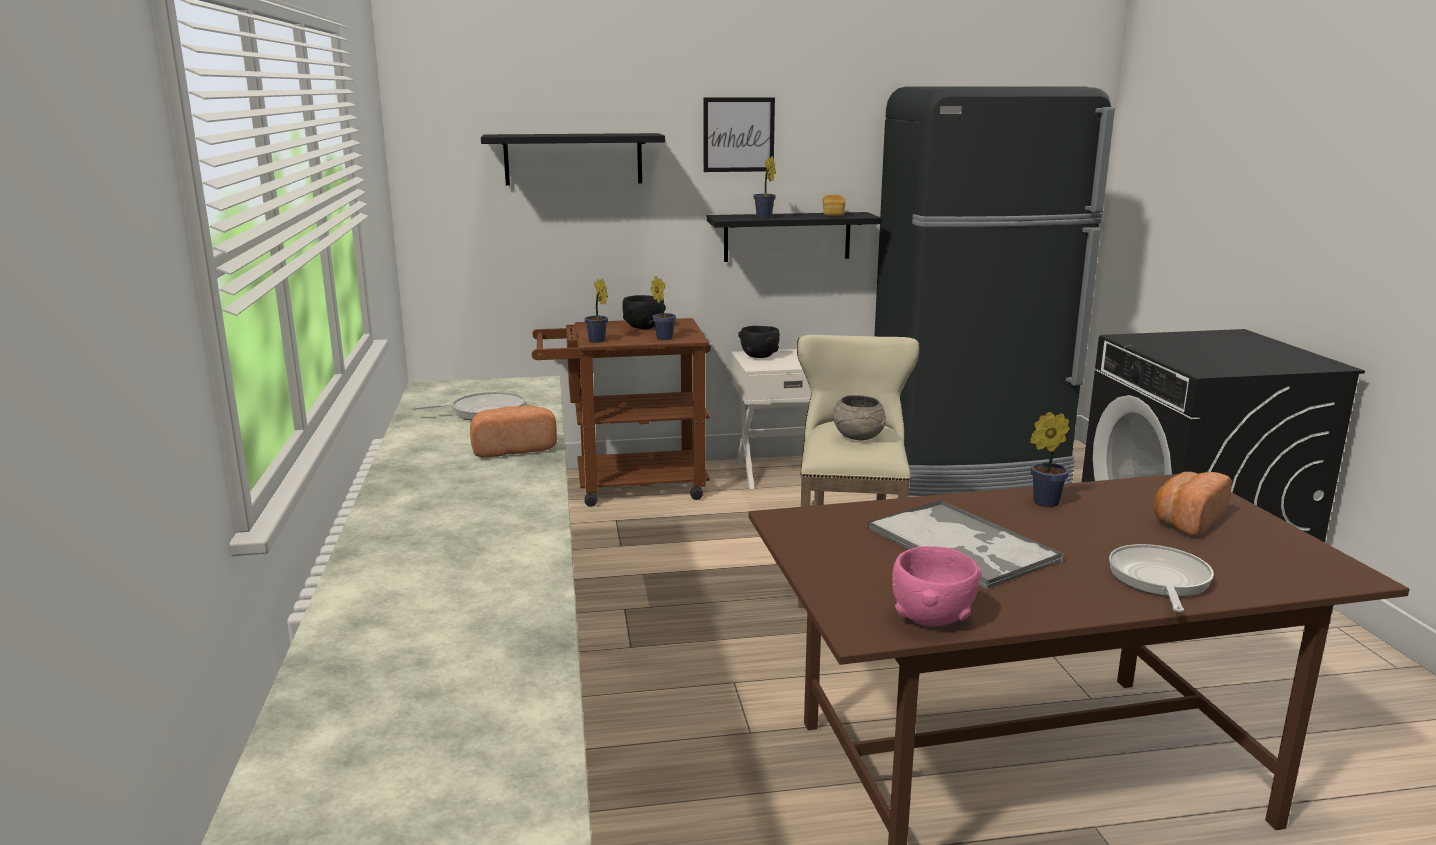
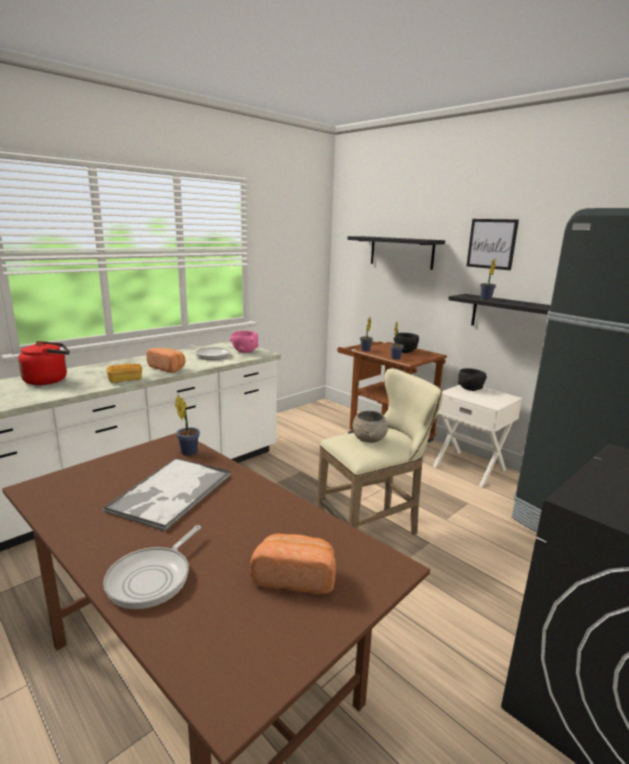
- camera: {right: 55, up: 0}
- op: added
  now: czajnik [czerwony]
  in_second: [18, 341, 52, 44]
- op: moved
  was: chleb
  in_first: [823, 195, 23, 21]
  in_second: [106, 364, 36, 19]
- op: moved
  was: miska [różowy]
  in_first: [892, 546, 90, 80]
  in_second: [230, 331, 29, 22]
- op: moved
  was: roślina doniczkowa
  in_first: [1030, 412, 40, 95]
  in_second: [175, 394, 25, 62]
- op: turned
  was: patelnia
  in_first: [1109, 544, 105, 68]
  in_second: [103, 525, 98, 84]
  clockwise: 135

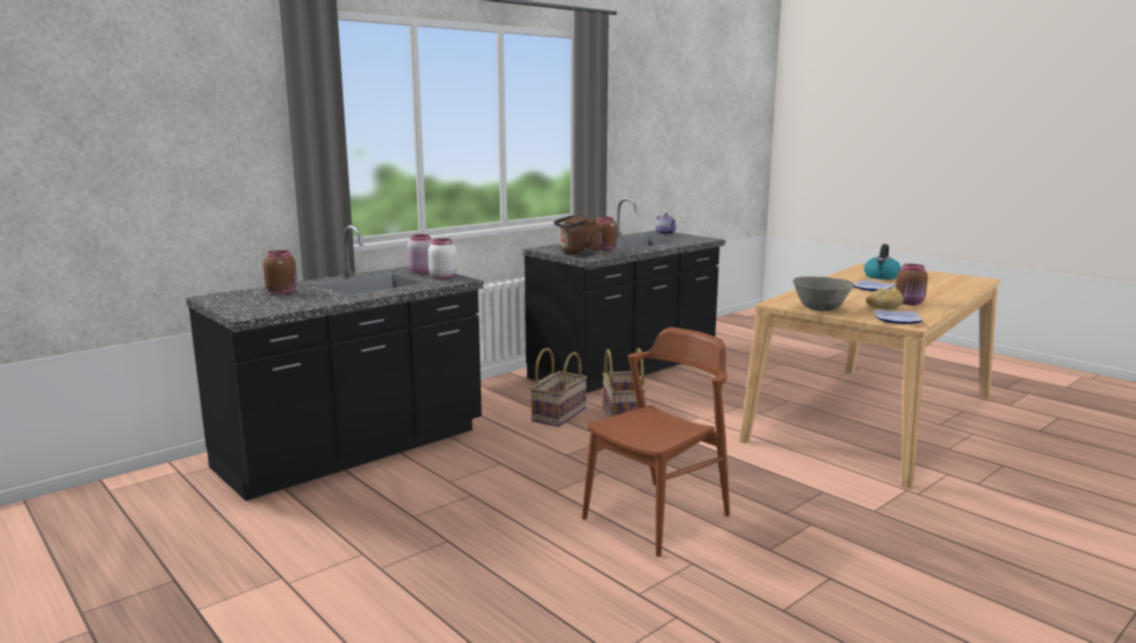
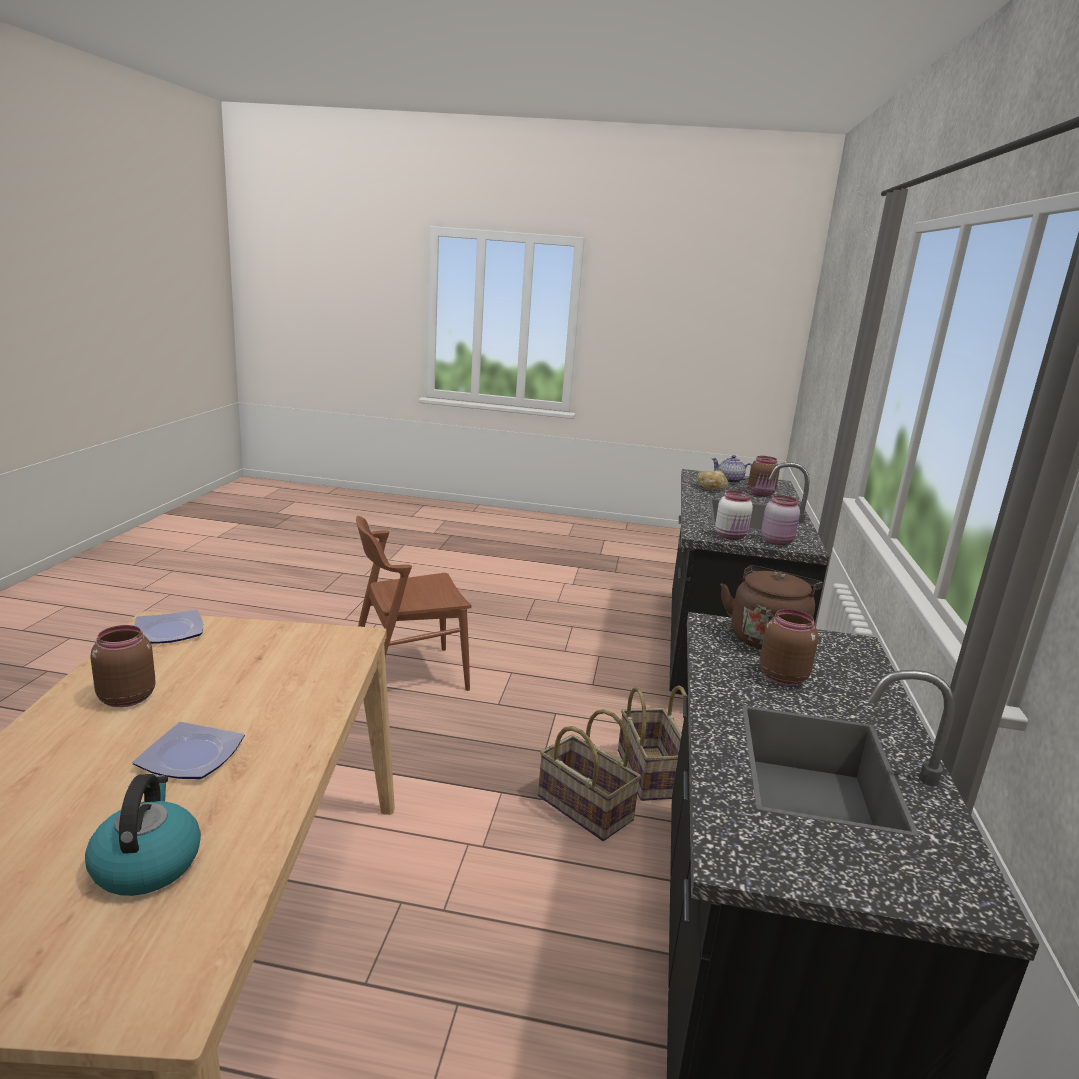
- camera: {right: 140, up: 5}
- op: removed
  was: miska [szary]
  in_first: [793, 276, 61, 35]
- op: moved
  was: imbryk
  in_first: [655, 213, 21, 22]
  in_second: [711, 455, 41, 29]
- op: moved
  was: chleb
  in_first: [866, 288, 37, 22]
  in_second: [697, 470, 31, 20]
- op: turned
  was: krzesło [brązowy]
  in_first: [582, 327, 148, 230]
  in_second: [356, 516, 115, 175]
  clockwise: 60

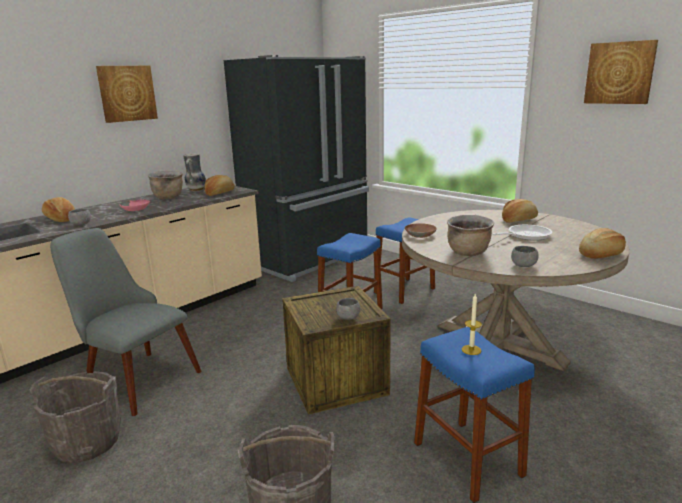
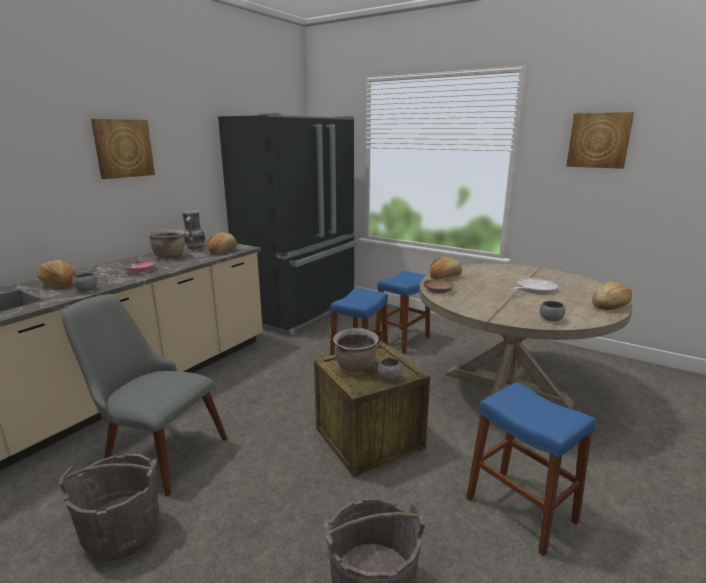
- camera: {right: -10, up: 0}
- op: removed
  was: świeca
  in_first: [462, 294, 20, 61]
- op: moved
  was: garnek [brązowy]
  in_first: [447, 215, 47, 41]
  in_second: [333, 328, 46, 44]
- op: moved
  was: chleb
  in_first: [502, 199, 36, 23]
  in_second: [430, 257, 32, 22]

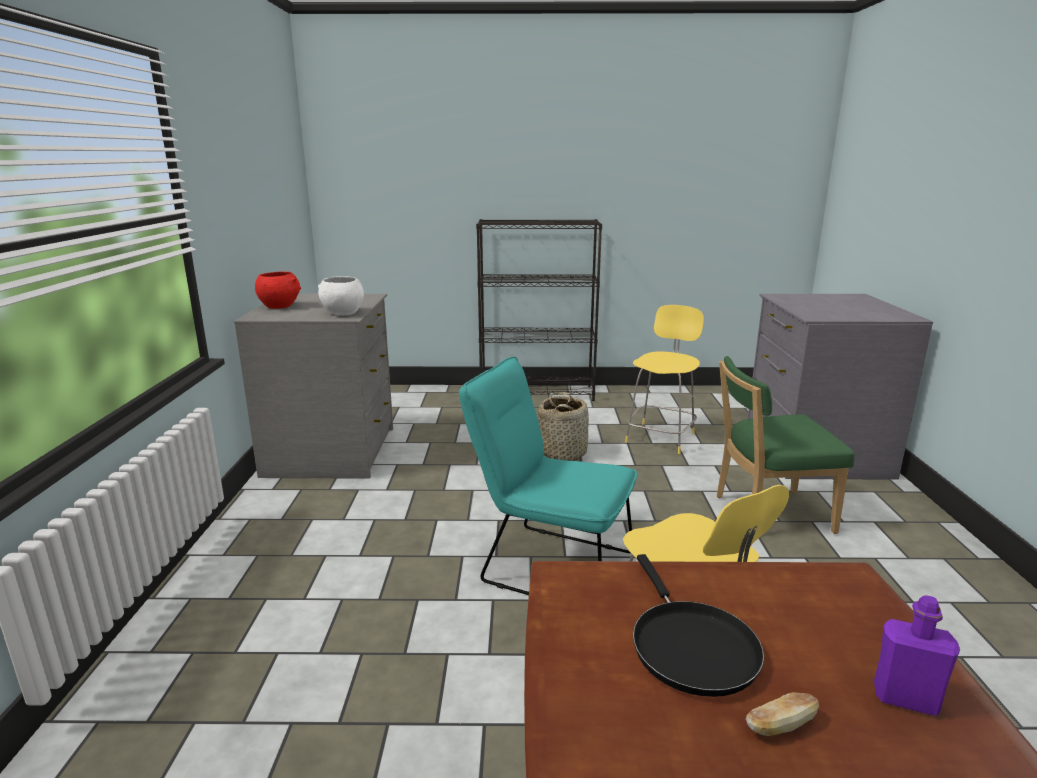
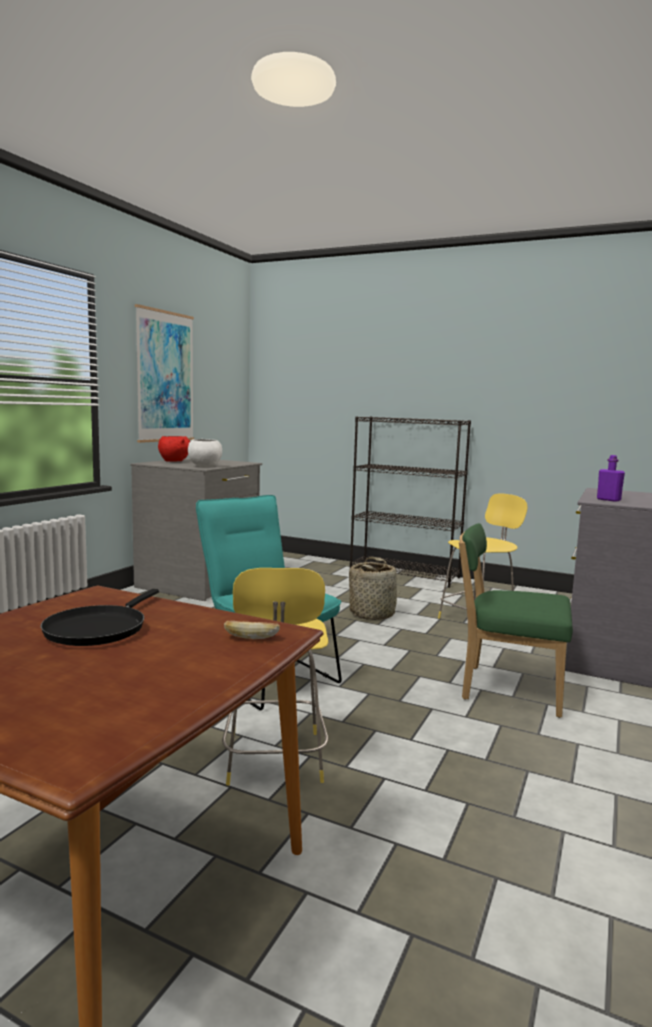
- camera: {right: 25, up: -10}
- op: added
  now: obraz
  in_second: [135, 304, 59, 139]
- op: moved
  was: chleb
  in_first: [746, 692, 73, 44]
  in_second: [224, 621, 56, 18]
- op: moved
  was: butelka [fioletowy]
  in_first: [874, 595, 86, 121]
  in_second: [597, 455, 28, 47]

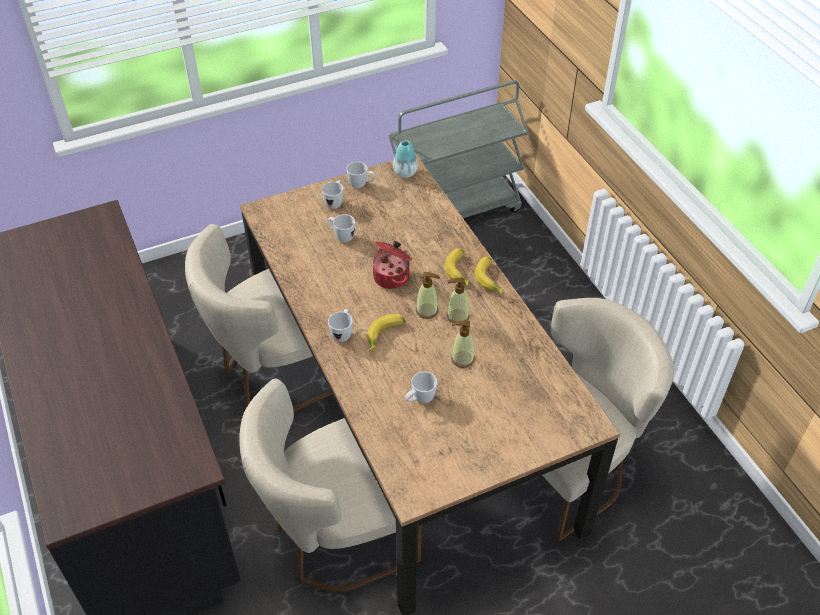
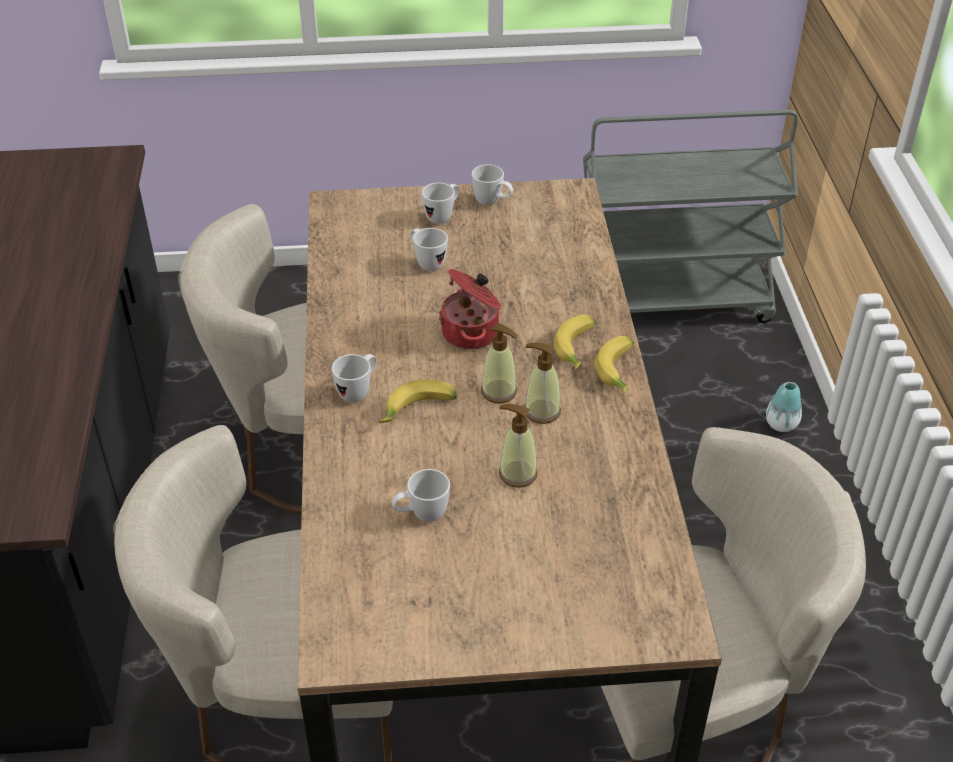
- camera: {right: 20, up: -5}
- op: moved
  was: wazon
  in_first: [393, 140, 25, 38]
  in_second: [766, 382, 36, 50]

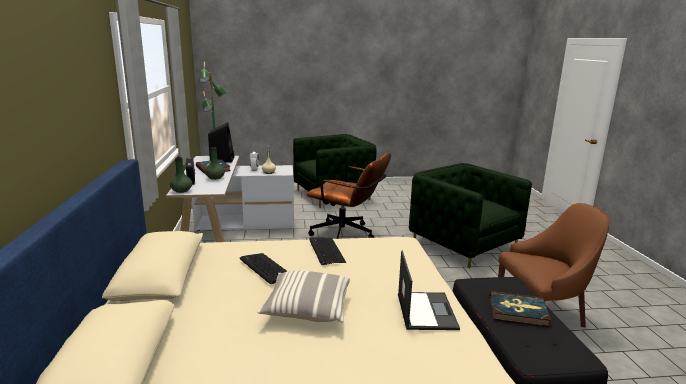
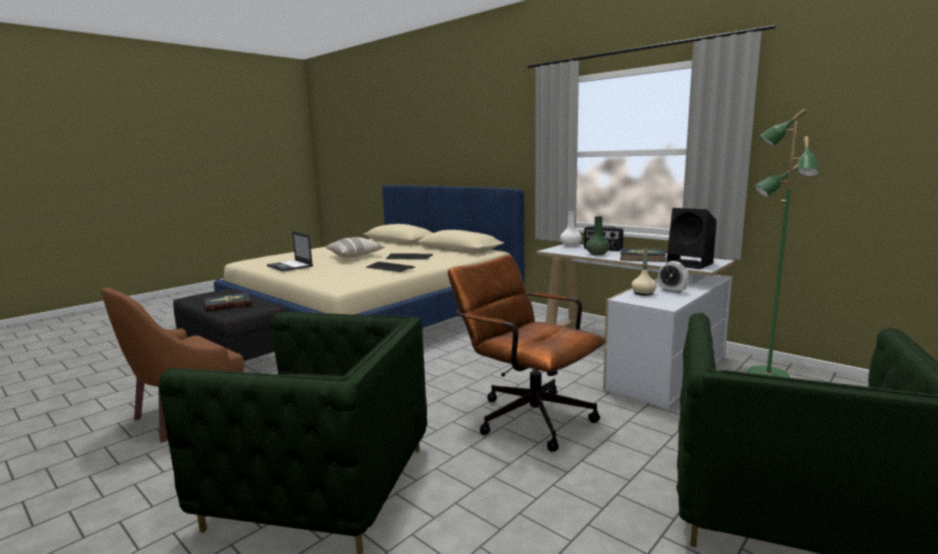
- camera: {right: 140, up: -5}
- op: recoloured
  was: wazon [zielony]
  now: wazon [biały]
  in_first: [170, 157, 22, 36]
  in_second: [560, 211, 22, 36]
- op: turned
  was: krzesło biurowe [brązowy]
  in_first: [307, 153, 84, 86]
  in_second: [448, 255, 158, 197]
  clockwise: 60

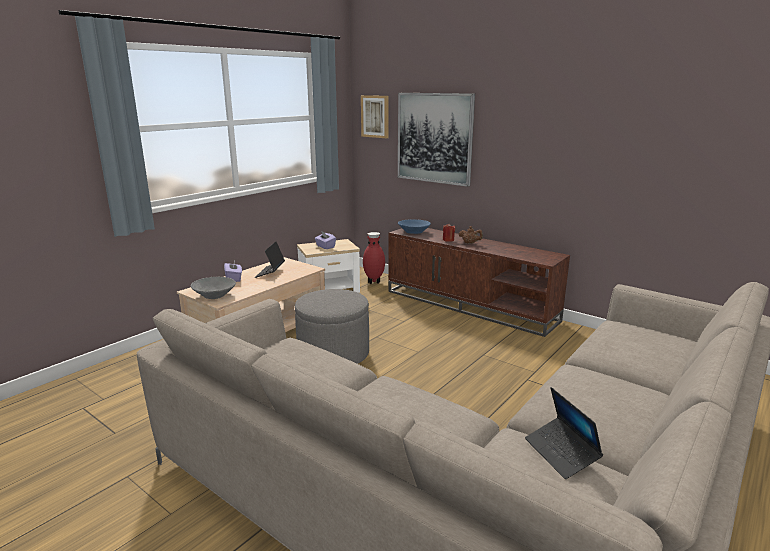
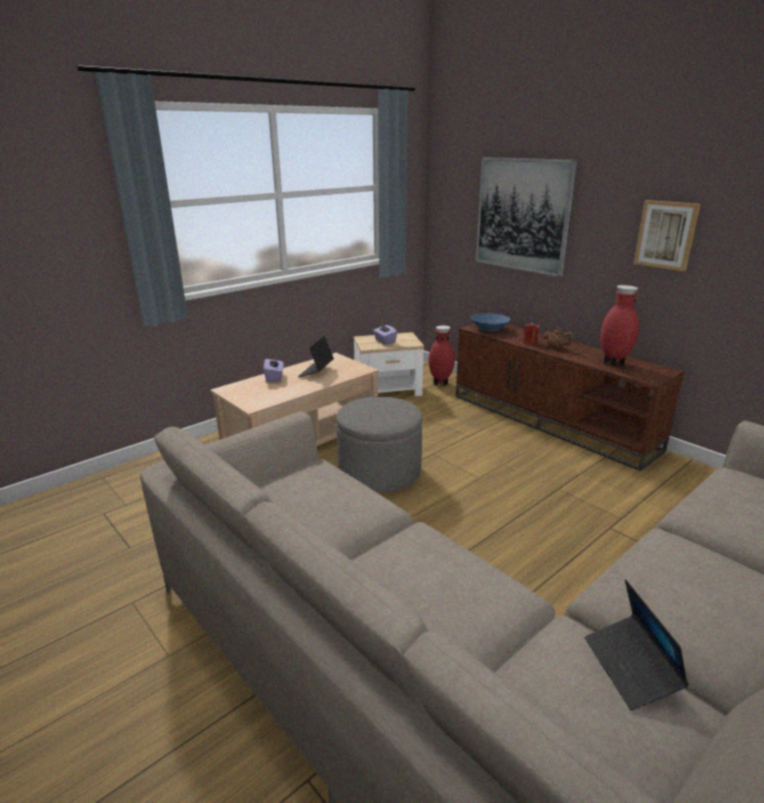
- camera: {right: 10, up: 5}
- op: removed
  was: miska [szary]
  in_first: [191, 277, 45, 22]
- op: added
  now: wazon [czerwony]
  in_second: [601, 285, 38, 81]
- op: moved
  was: obraz
  in_first: [361, 95, 27, 43]
  in_second: [633, 200, 67, 71]

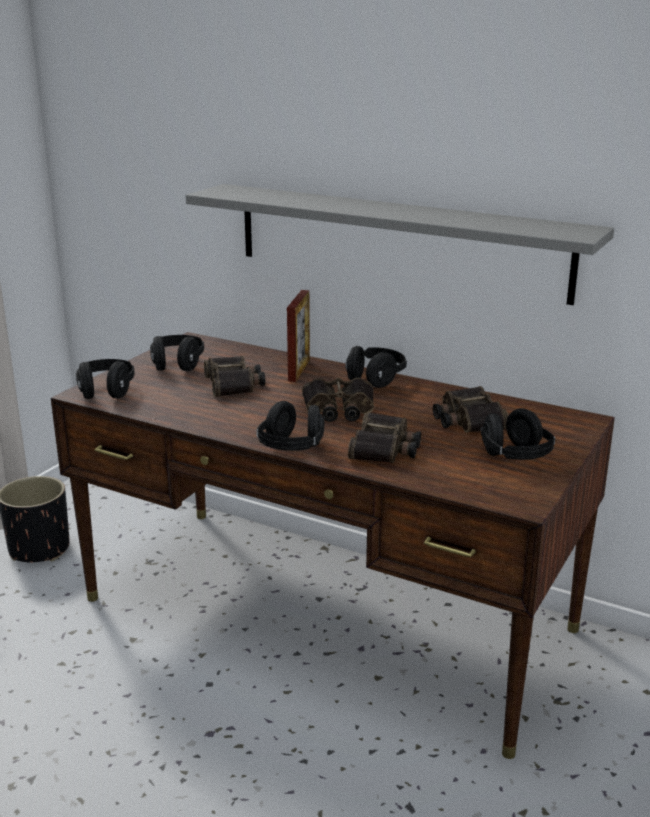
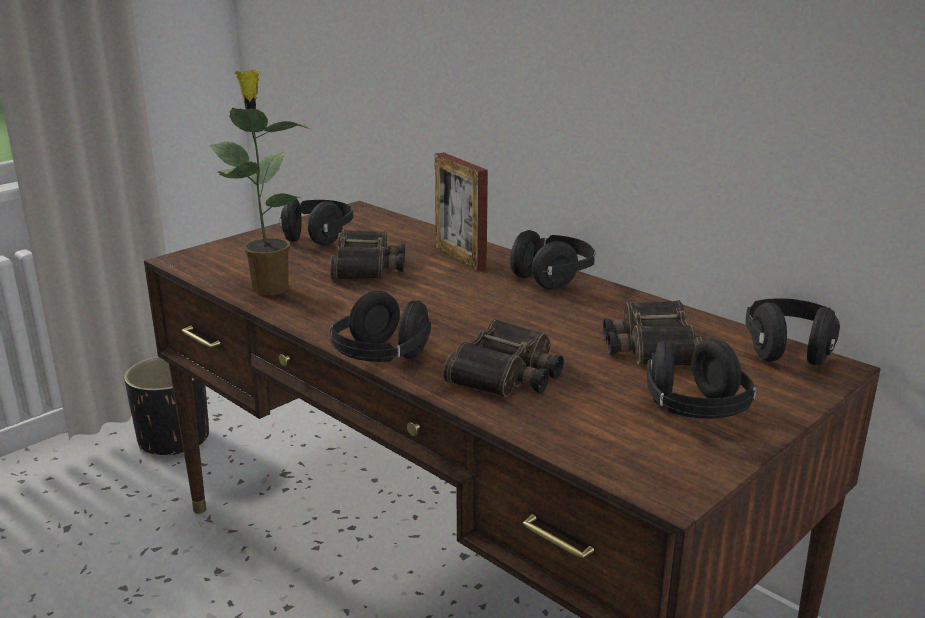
- camera: {right: 15, up: 0}
- op: removed
  was: półka [szary]
  in_first: [186, 184, 428, 121]
- op: removed
  was: lornetka
  in_first: [302, 378, 72, 44]
- op: added
  now: roślina doniczkowa
  in_second: [209, 70, 101, 225]
- op: moved
  was: słuchawki [czarny]
  in_first: [76, 359, 59, 40]
  in_second: [745, 298, 95, 68]
- op: turned
  was: ramka na zdjęcie
  in_first: [287, 290, 23, 92]
  in_second: [435, 152, 53, 119]
  clockwise: 120

